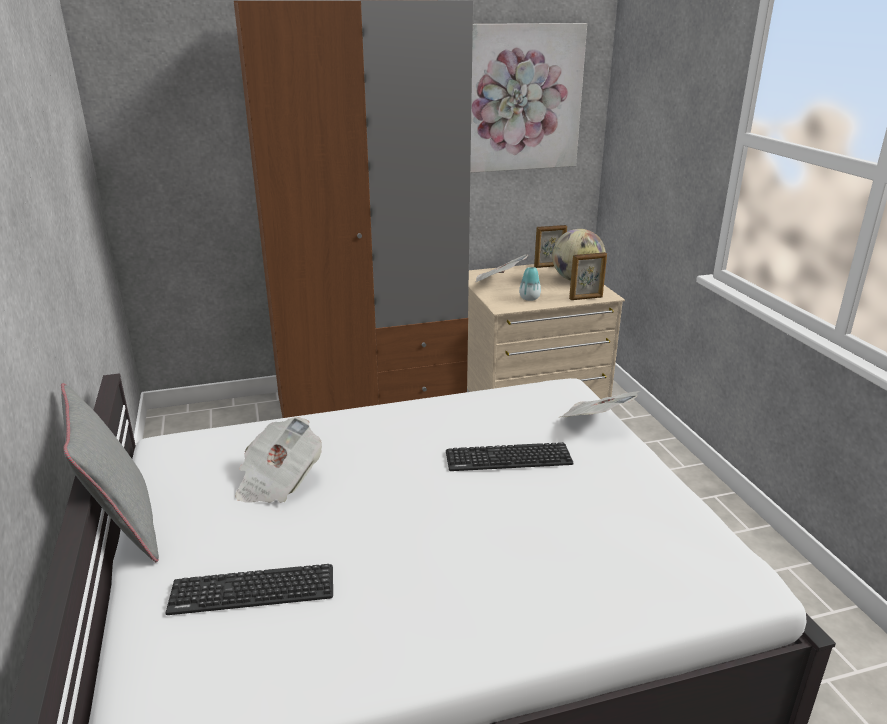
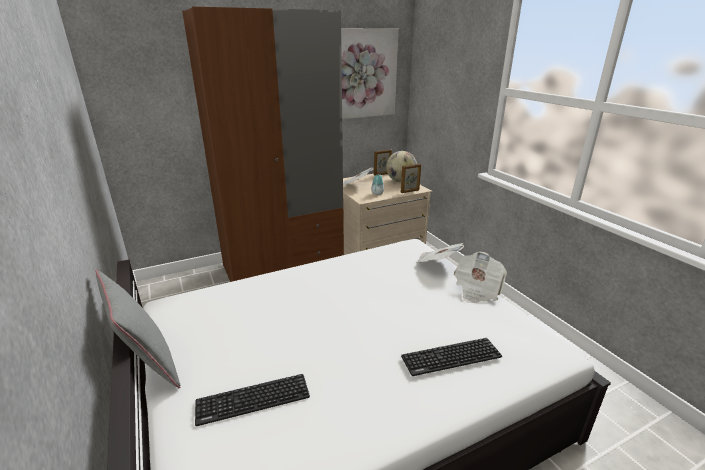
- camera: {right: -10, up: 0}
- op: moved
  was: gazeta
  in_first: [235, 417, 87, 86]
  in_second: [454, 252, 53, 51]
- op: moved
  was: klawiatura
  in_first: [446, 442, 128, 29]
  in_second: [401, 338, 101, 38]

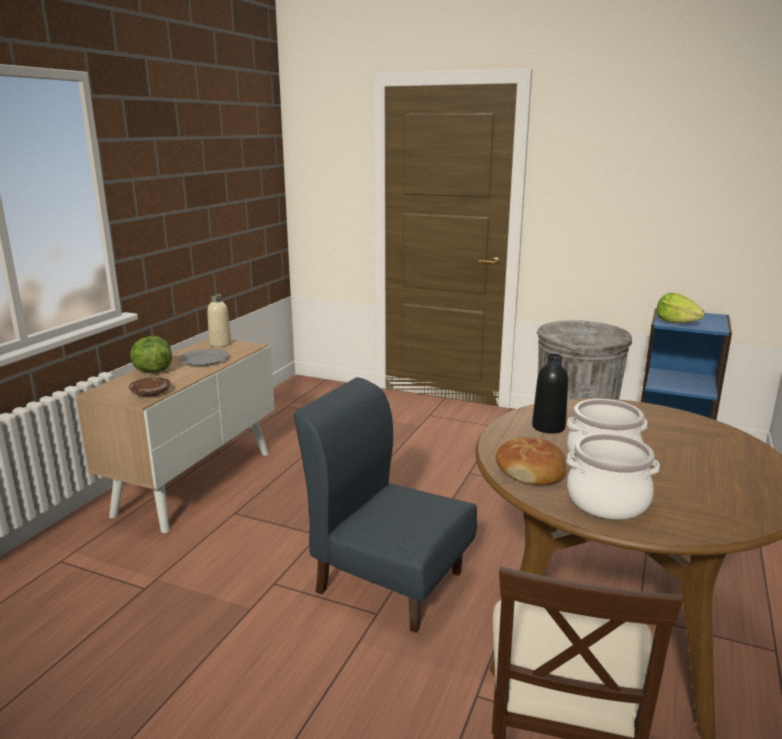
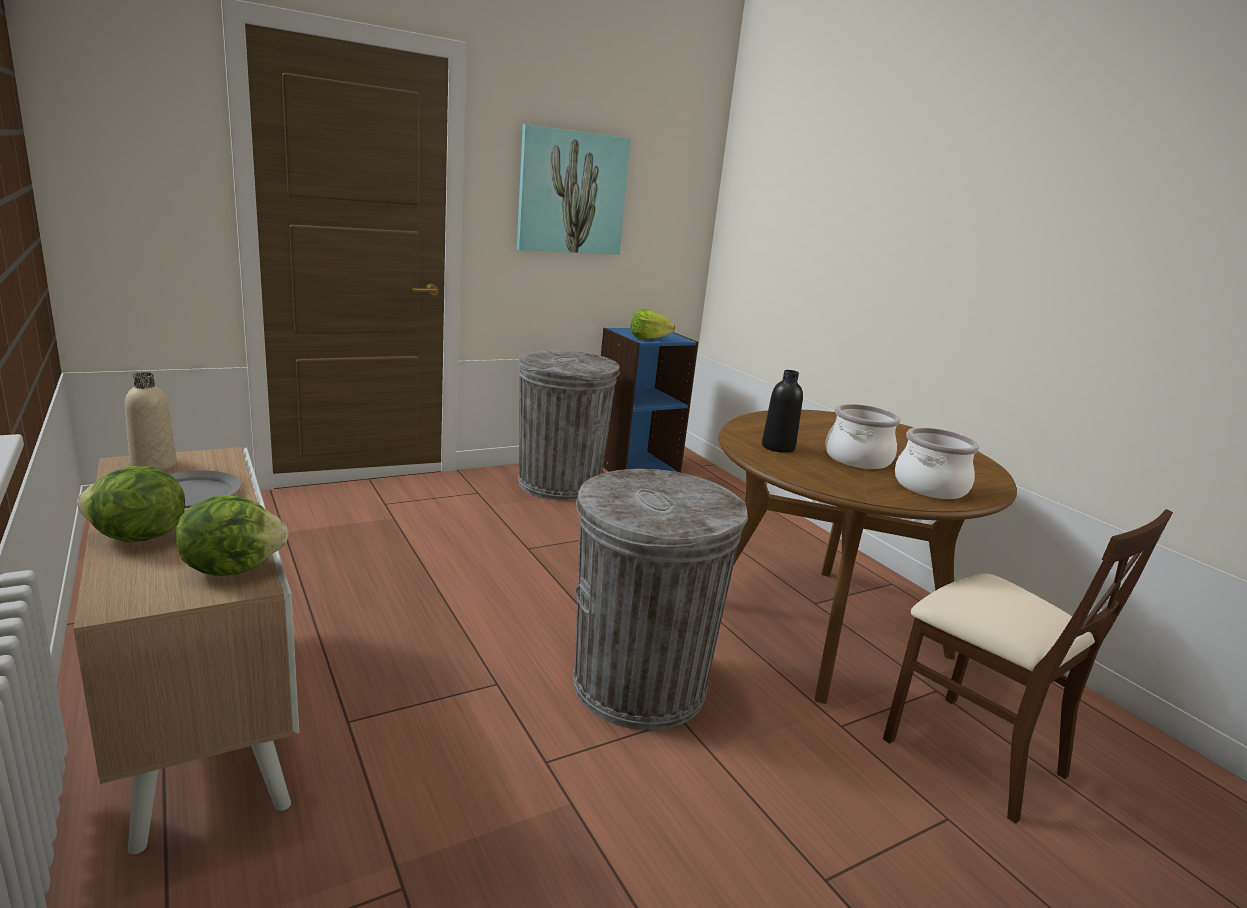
- camera: {right: -55, up: 0}
- op: removed
  was: chleb
  in_first: [496, 437, 70, 48]
- op: added
  now: obraz
  in_second: [517, 124, 114, 131]
- op: replaced
  was: talerz [brązowy]
  now: sałata
  in_first: [129, 377, 42, 19]
  in_second: [176, 495, 113, 81]
- op: replaced
  was: krzesło [niebieski]
  now: kosz na śmieci [szary]
  in_first: [294, 377, 183, 256]
  in_second: [573, 469, 175, 261]

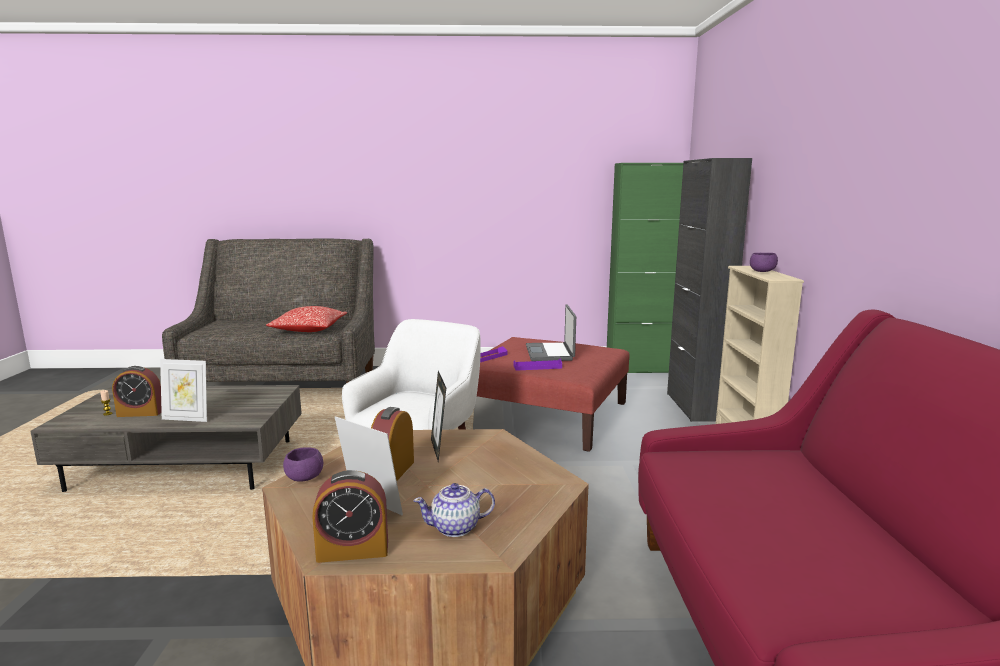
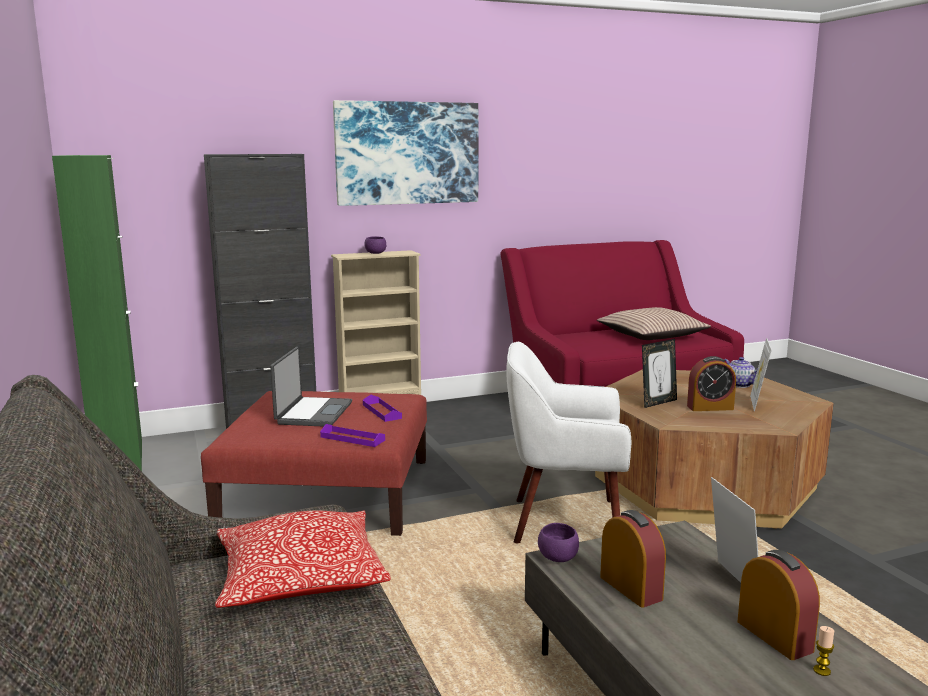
- camera: {right: -110, up: 0}
- op: added
  now: obraz
  in_second: [333, 100, 145, 106]
- op: added
  now: poduszka
  in_second: [597, 307, 114, 33]
- op: moved
  was: miska [fioletowy]
  in_first: [283, 447, 40, 35]
  in_second: [538, 523, 41, 39]
- op: moved
  was: budzik
  in_first: [312, 470, 76, 93]
  in_second: [600, 510, 66, 98]
- op: turned
  was: laptop
  in_first: [526, 305, 50, 56]
  in_second: [270, 347, 82, 80]
  clockwise: -60

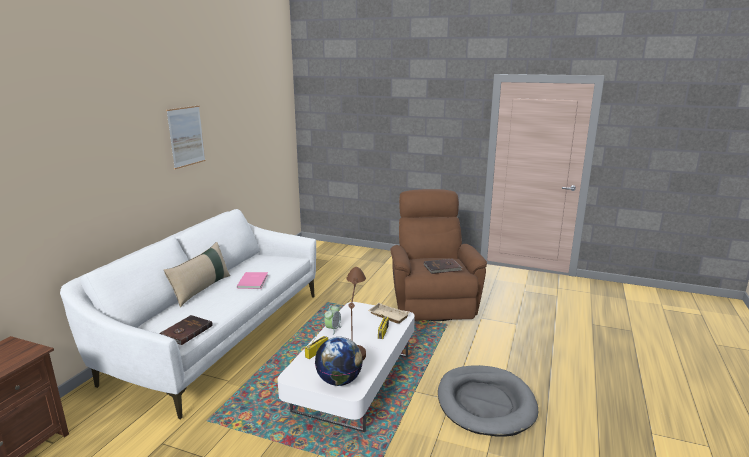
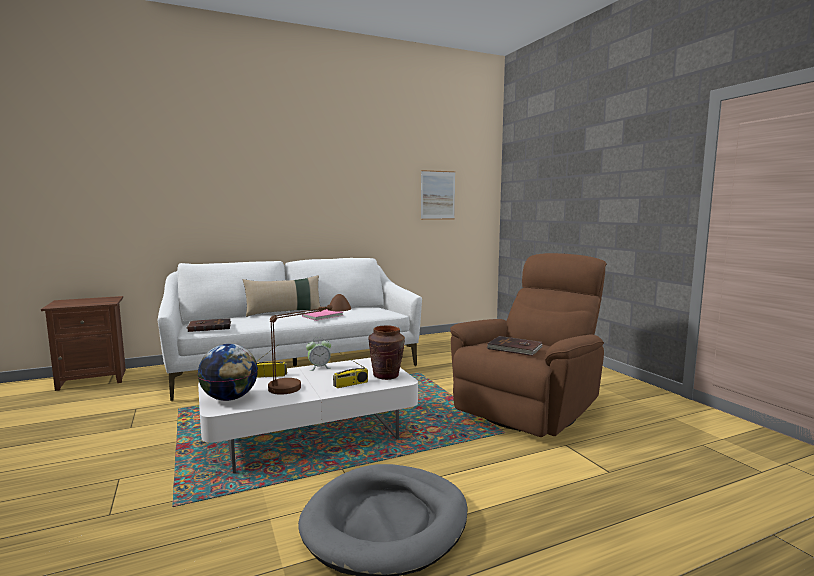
- camera: {right: 45, up: -10}
- op: moved
  was: obraz
  in_first: [166, 105, 40, 64]
  in_second: [421, 170, 34, 50]
- op: replaced
  was: taca [beżowy]
  now: wazon [brązowy]
  in_first: [368, 303, 42, 21]
  in_second: [368, 325, 37, 55]

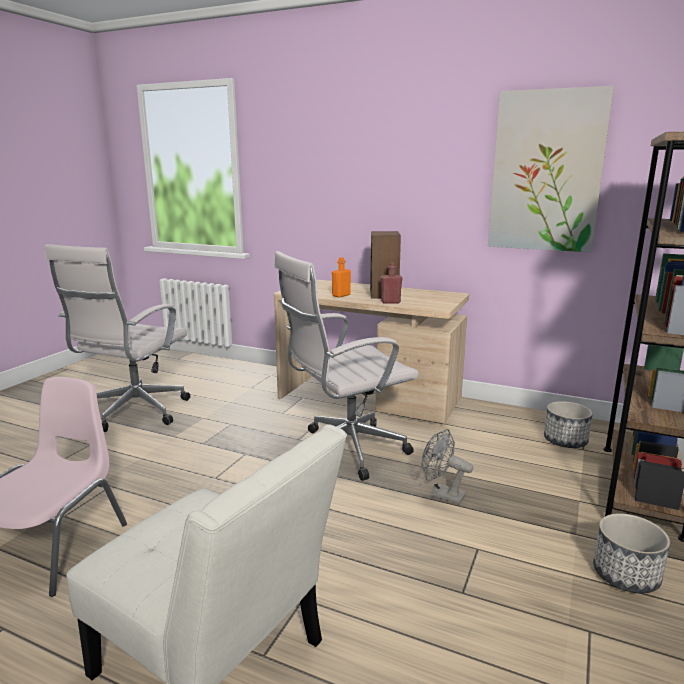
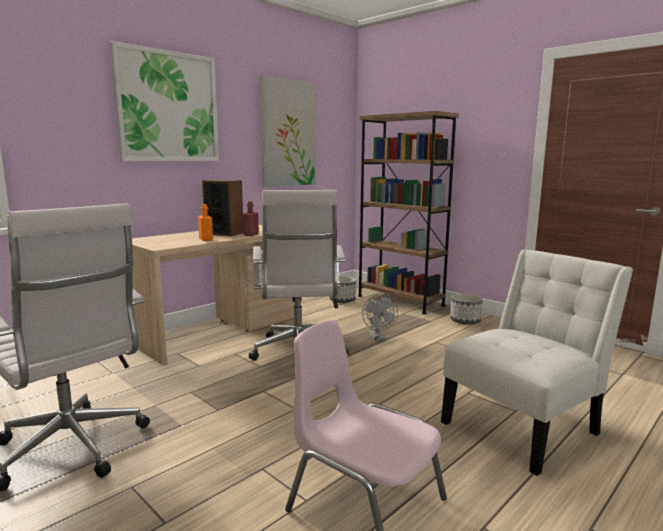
- camera: {right: -70, up: -5}
- op: added
  now: obraz
  in_second: [110, 41, 109, 120]
- op: turned
  was: wentylator [szary]
  in_first: [421, 429, 52, 75]
  in_second: [362, 294, 36, 47]
  clockwise: -60

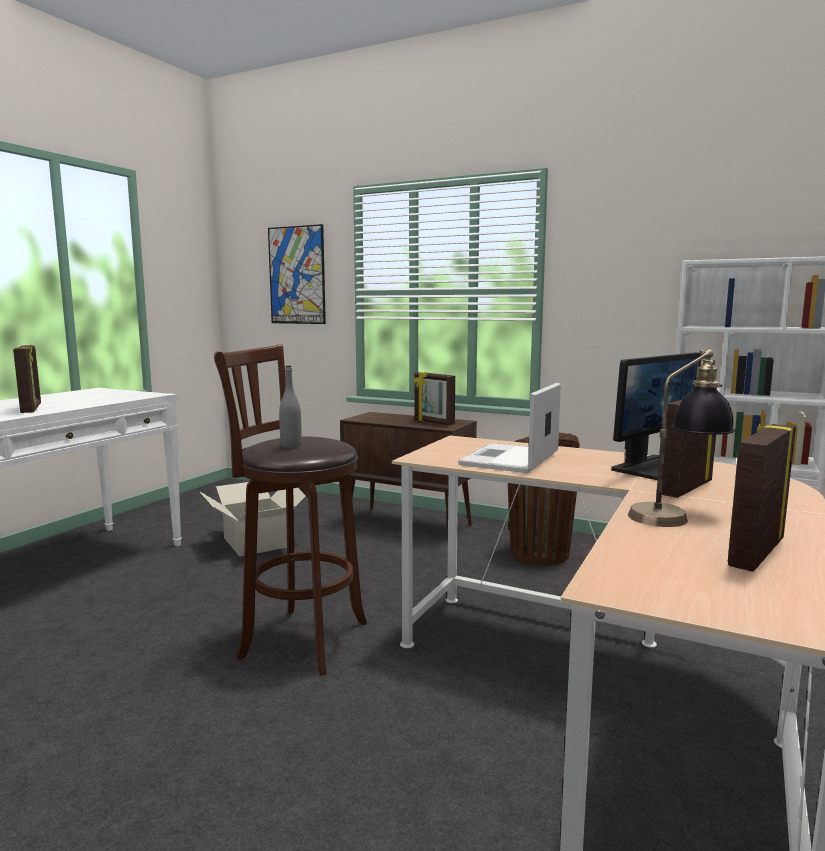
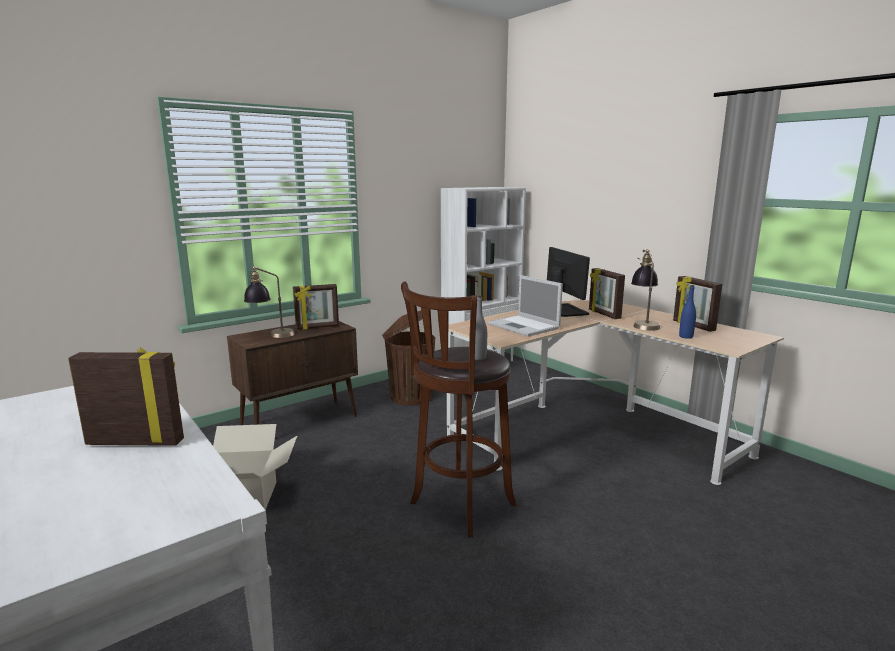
- camera: {right: -65, up: 5}
- op: removed
  was: obraz
  in_first: [268, 224, 58, 100]
- op: added
  now: lampa stołowa
  in_second: [244, 266, 51, 72]
- op: added
  now: butelka [niebieski]
  in_second: [679, 285, 17, 54]

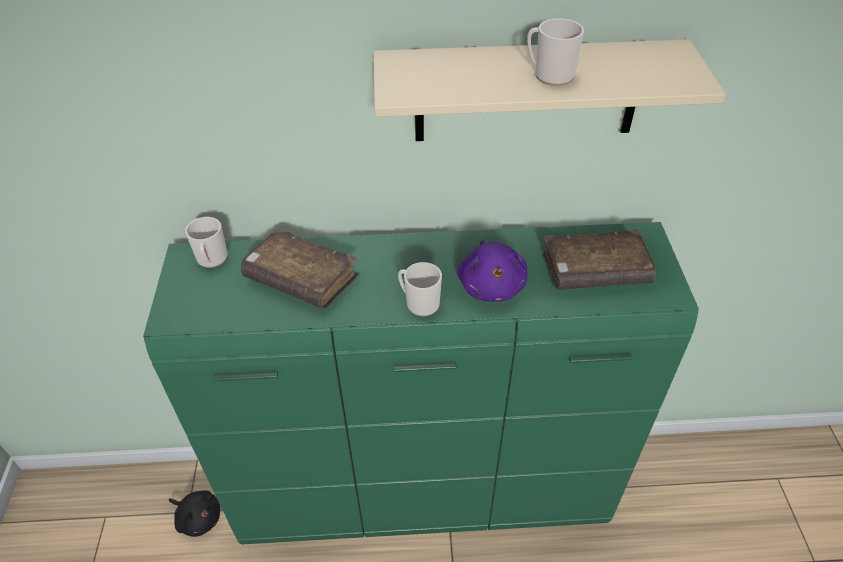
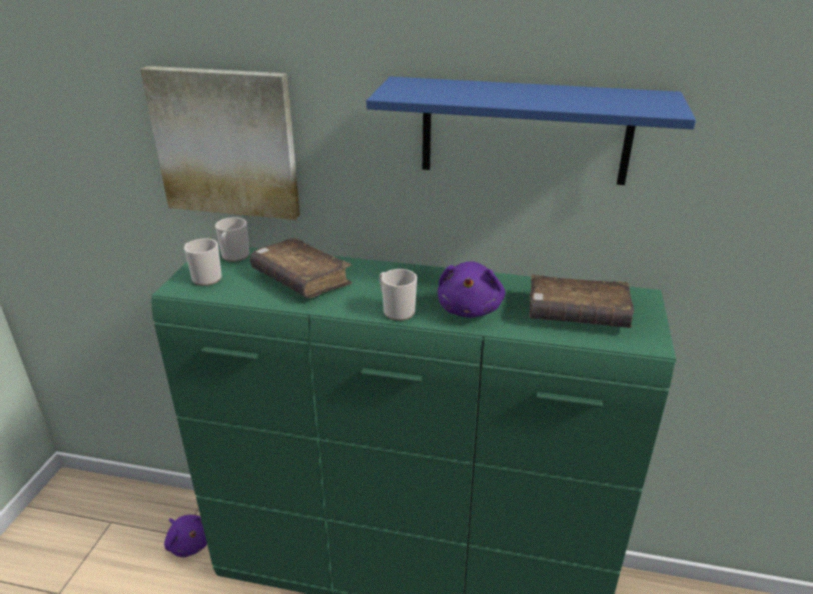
- camera: {right: 15, up: -15}
- op: added
  now: obraz
  in_second: [140, 66, 160, 154]
- op: moved
  was: kubek
  in_first: [527, 18, 57, 68]
  in_second: [184, 238, 38, 48]
- op: recoloured
  was: pluszak [czarny]
  now: pluszak [fioletowy]
  in_first: [169, 490, 51, 47]
  in_second: [164, 515, 43, 42]
- op: recoloured
  was: półka [beżowy]
  now: półka [niebieski]
  in_first: [373, 39, 353, 102]
  in_second: [366, 77, 330, 108]

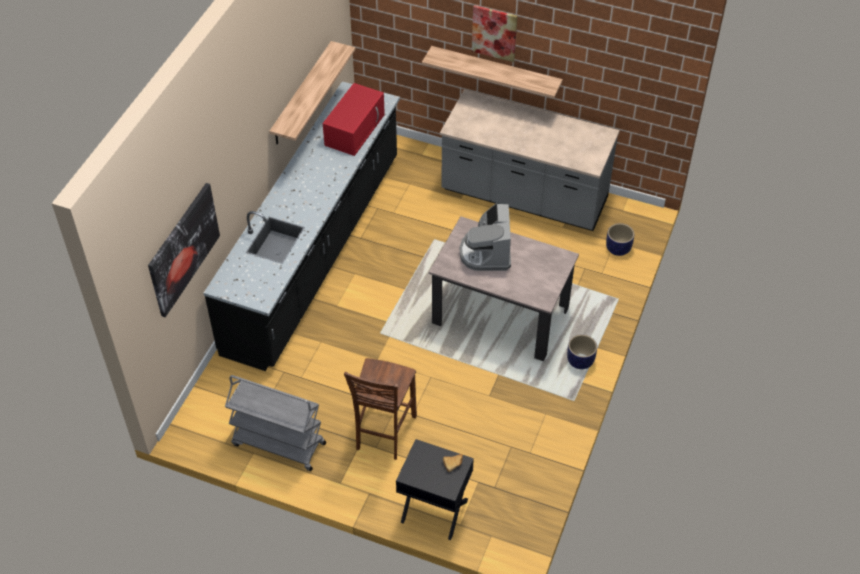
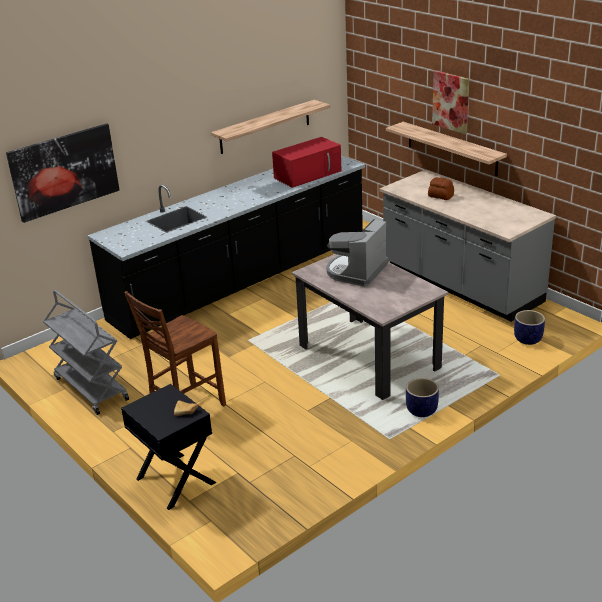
- camera: {right: 30, up: -20}
- op: added
  now: chleb
  in_second: [428, 177, 26, 23]

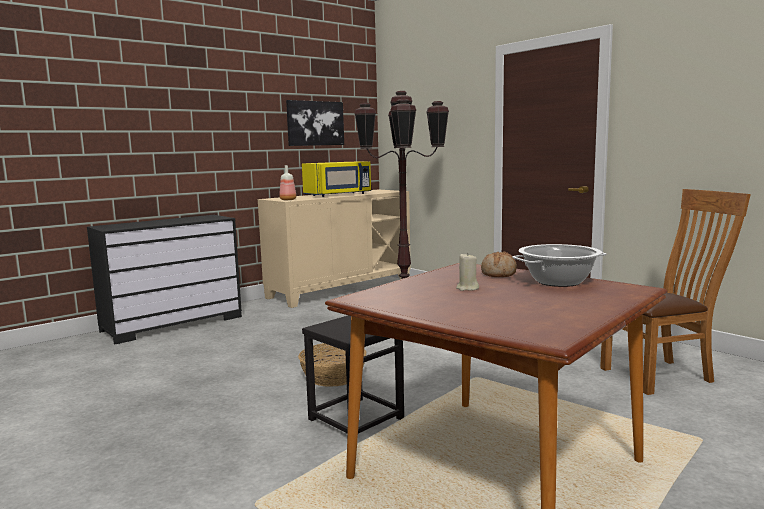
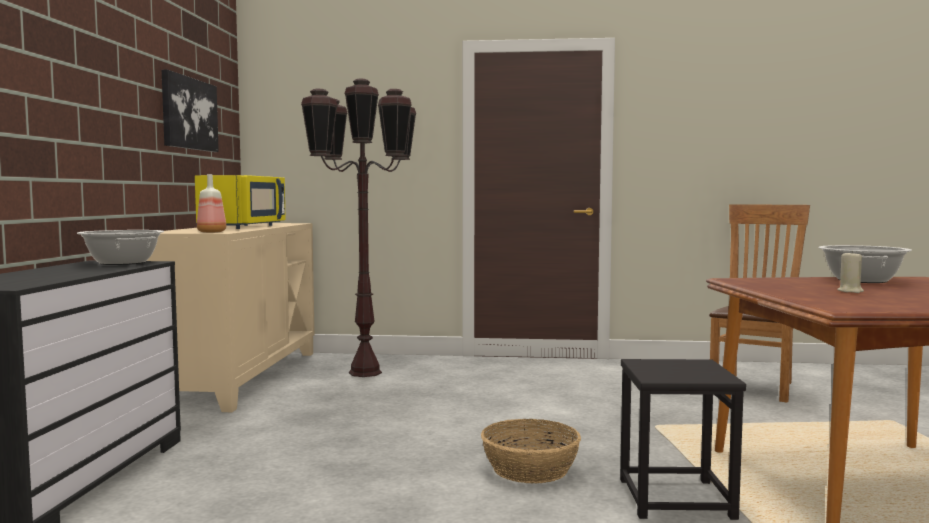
- camera: {right: -45, up: -5}
- op: removed
  was: chleb
  in_first: [481, 251, 36, 26]
- op: added
  now: garnek
  in_second: [77, 230, 87, 35]

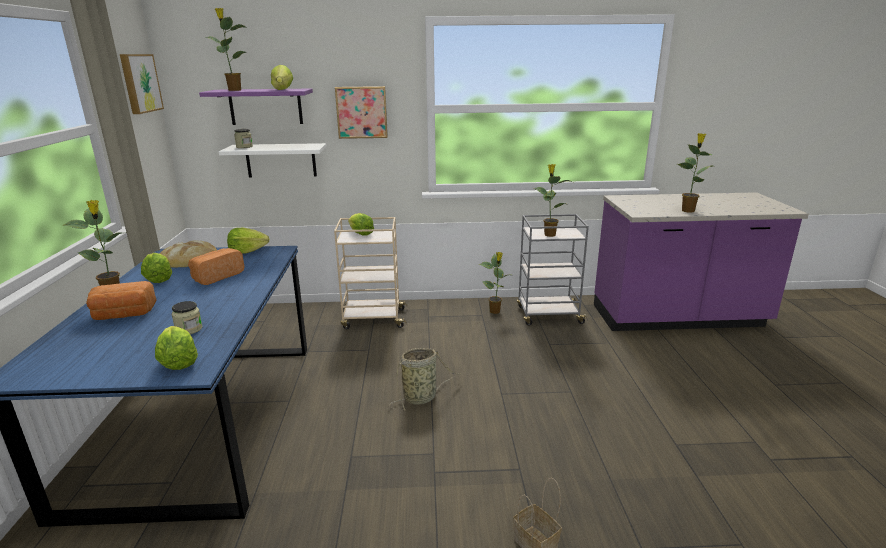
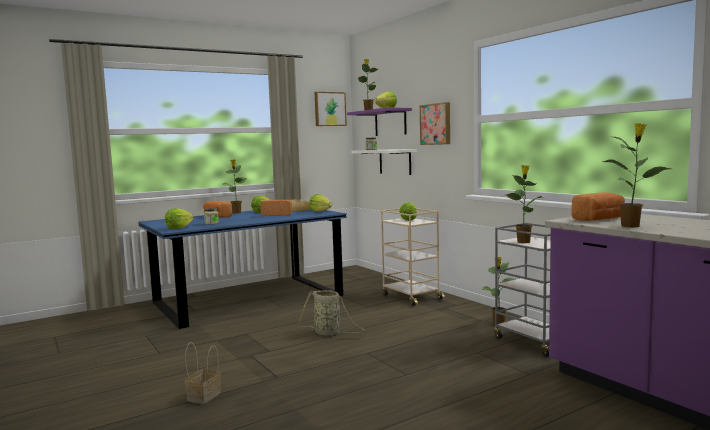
- camera: {right: 60, up: -15}
- op: added
  now: chleb
  in_second: [571, 192, 54, 29]

